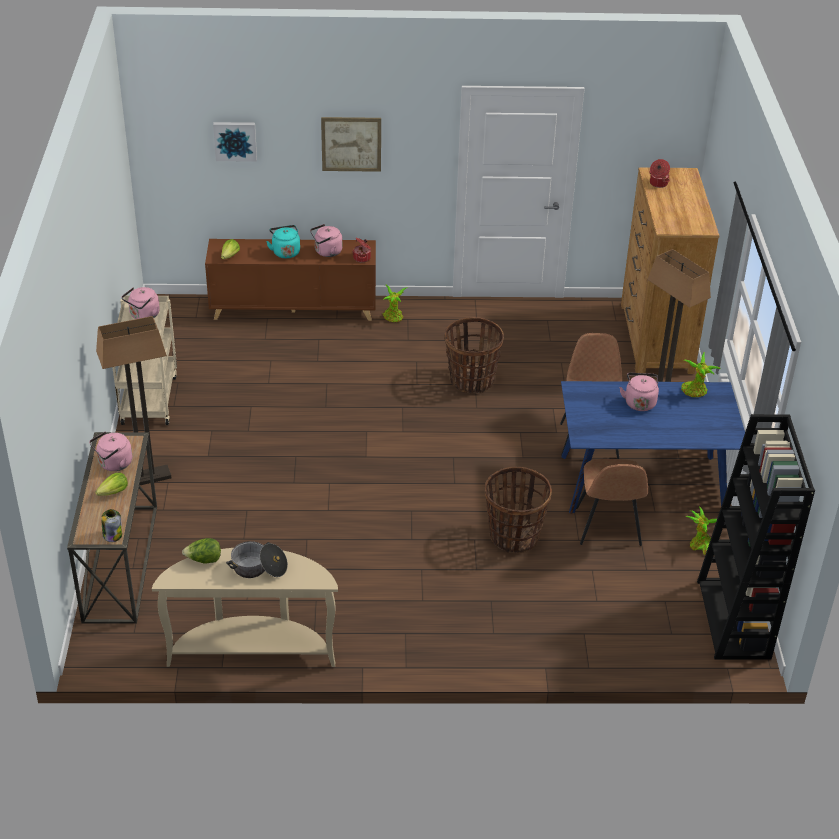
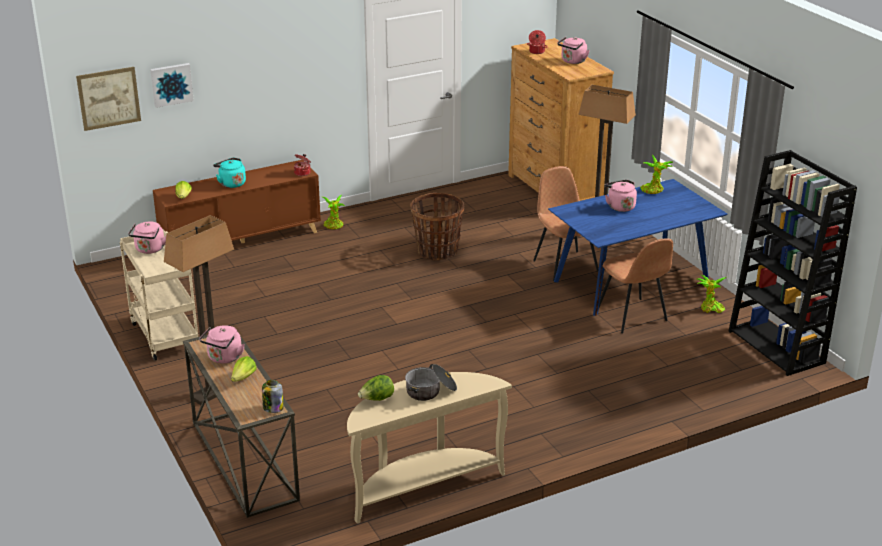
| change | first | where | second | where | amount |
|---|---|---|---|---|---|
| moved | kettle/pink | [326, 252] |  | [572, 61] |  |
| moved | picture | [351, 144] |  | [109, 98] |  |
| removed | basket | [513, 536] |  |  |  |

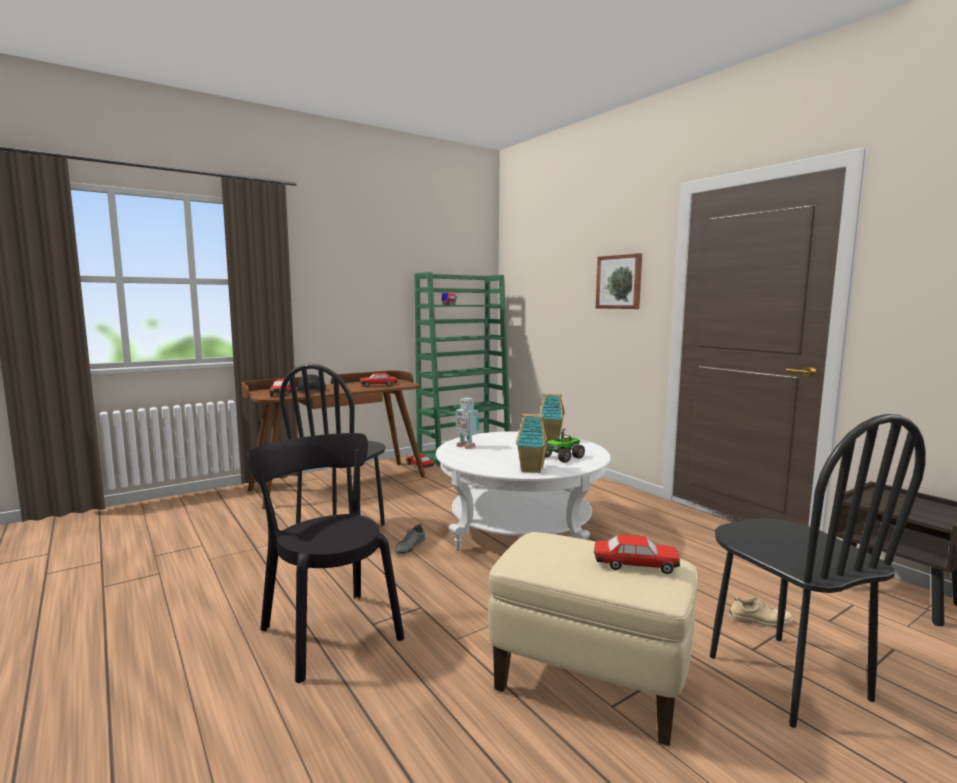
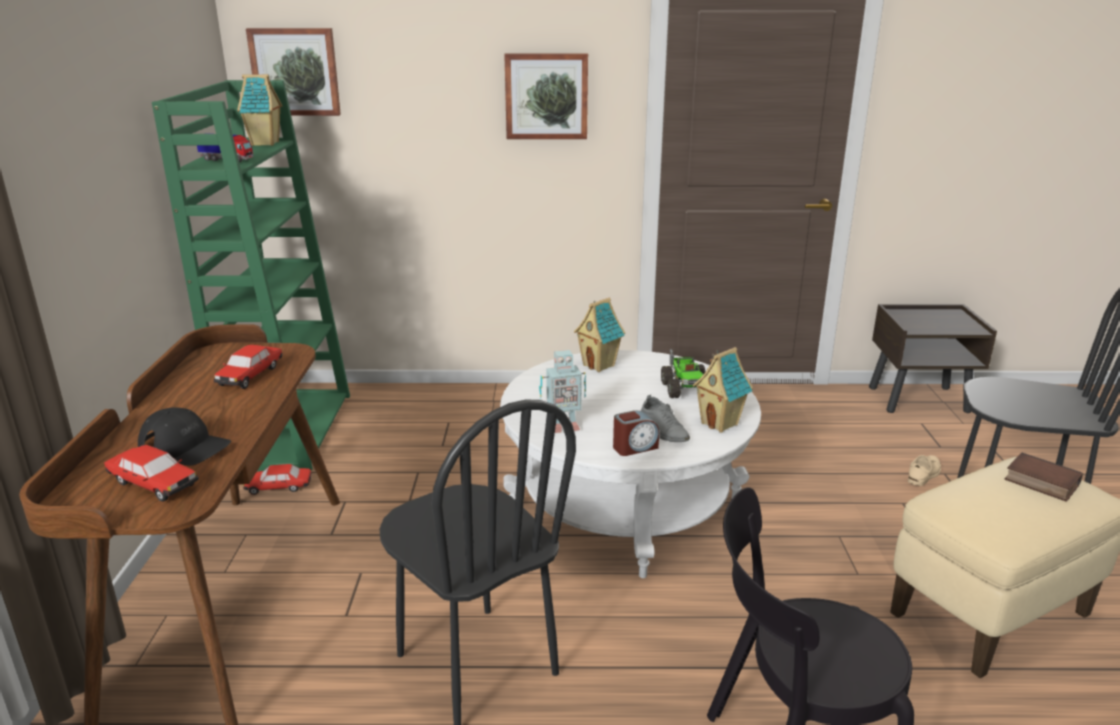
| change | first | where | second | where | amount |
|---|---|---|---|---|---|
| moved | shoe/grey | [409, 546] |  | [663, 430] |  |
| replaced | toy car | [635, 565] | book | [1039, 482] |  |
| added |  |  | toy house | [266, 143] |  |
| added |  |  | picture | [295, 72] |  |
| added |  |  | alarm clock | [634, 447] |  |

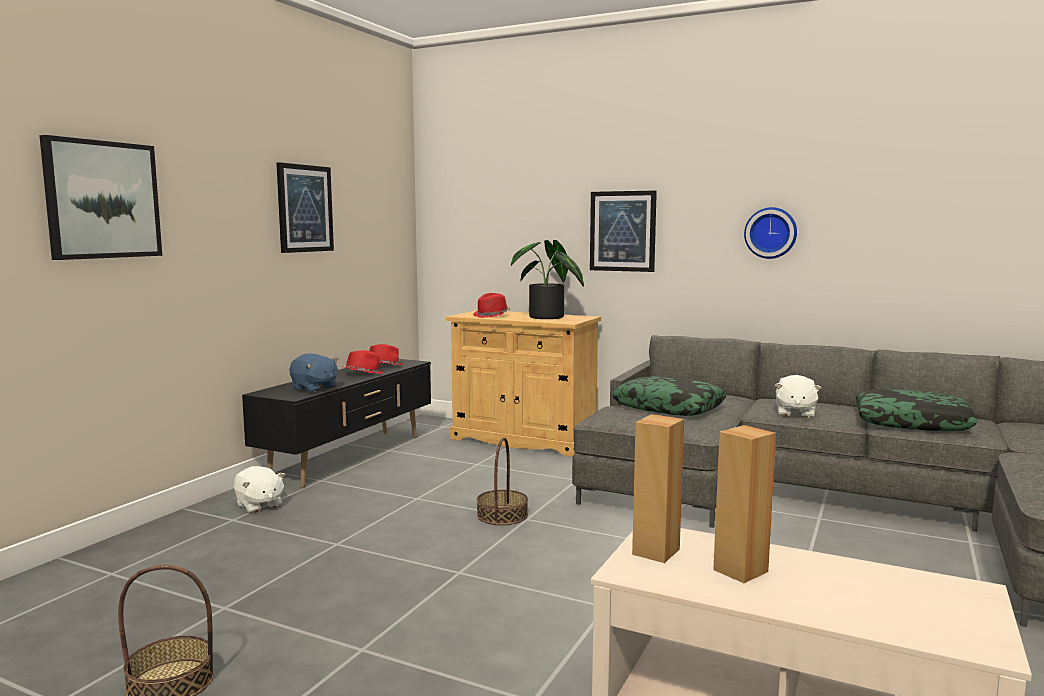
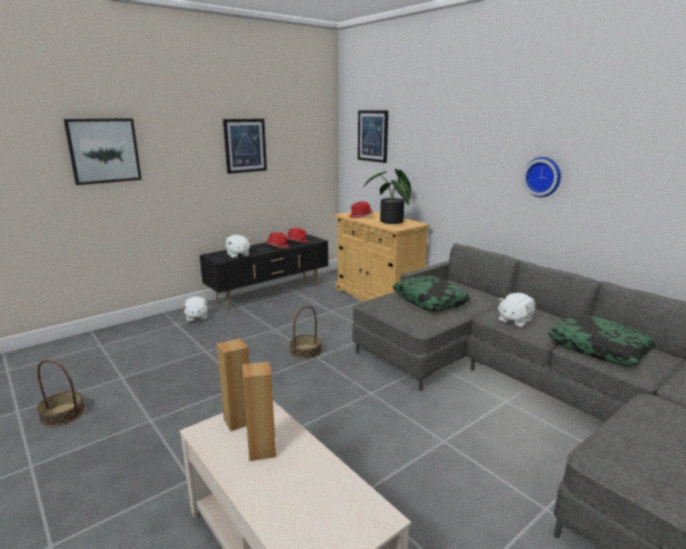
| change | first | where | second | where | amount |
|---|---|---|---|---|---|
| recoloured | plush toy/blue | [314, 388] | plush toy/white | [238, 255] |  |
| moved | picture | [622, 231] |  | [373, 136] |  |

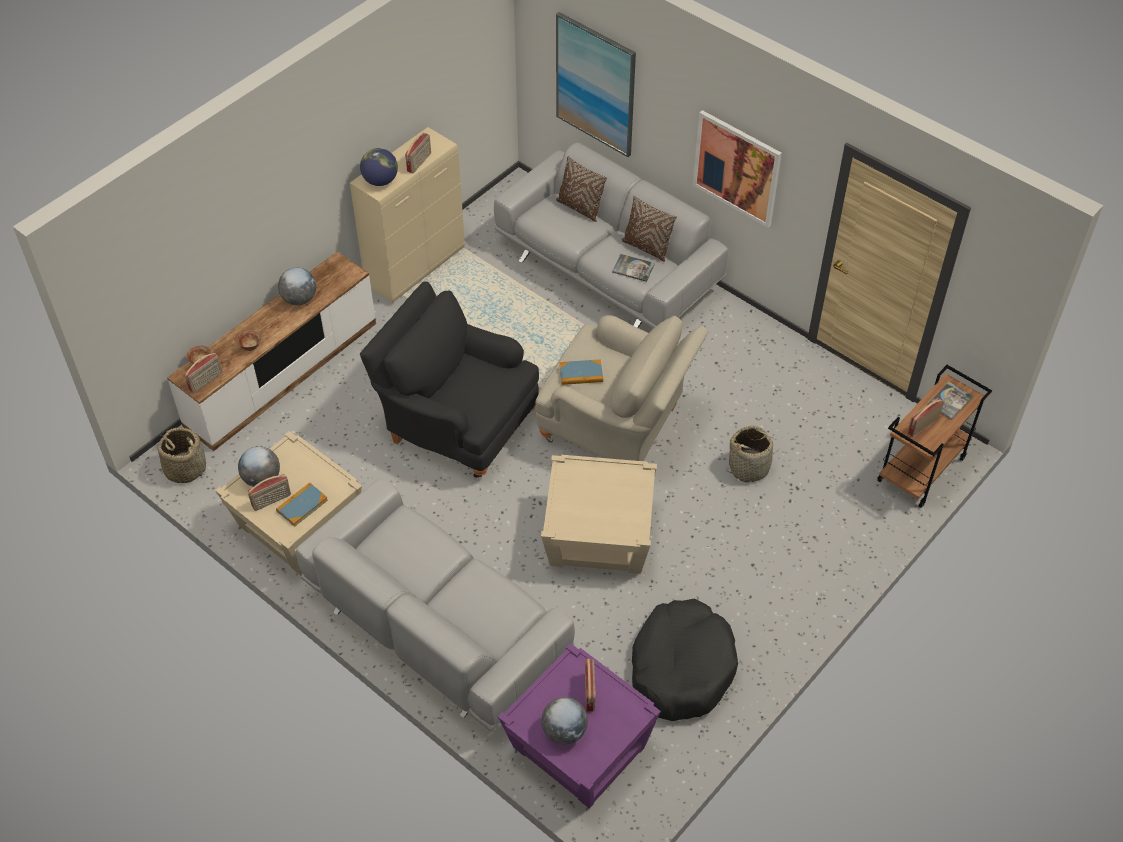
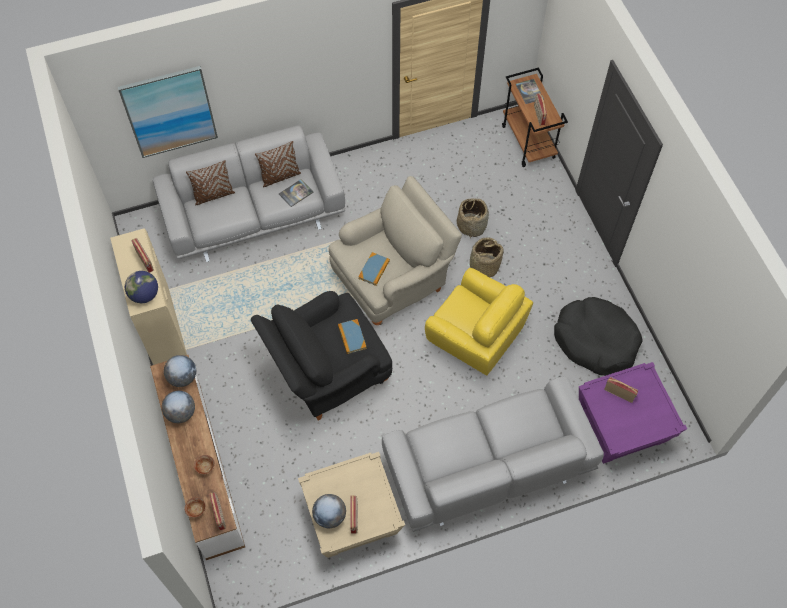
| change | first | where | second | where | amount |
|---|---|---|---|---|---|
| moved | basket | [185, 468] |  | [484, 266] |  |
| moved | book | [302, 505] |  | [352, 337] |  |
| replaced | side table/beige | [598, 538] | armchair/yellow | [475, 336] |  |
| moved | globe | [564, 731] |  | [182, 377] |  |
| removed | picture | [737, 168] |  |  |  |

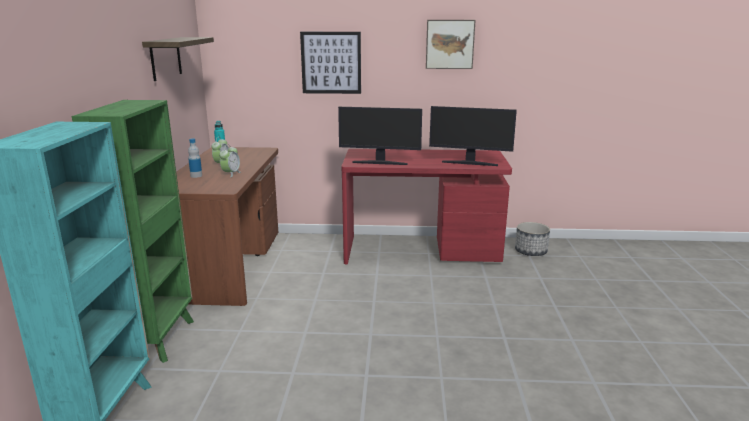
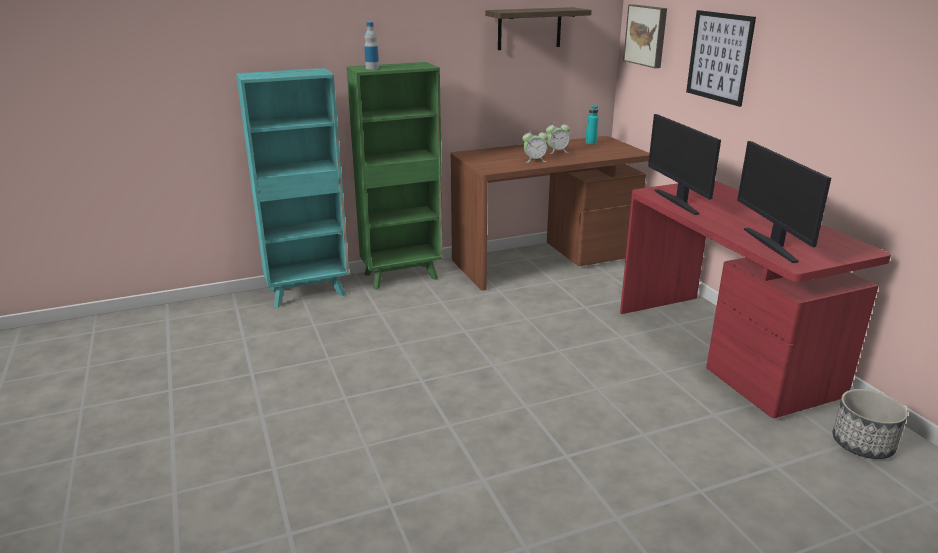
| change | first | where | second | where | amount |
|---|---|---|---|---|---|
| moved | bottle | [196, 176] |  | [372, 68] |  |
| moved | picture | [449, 44] |  | [647, 35] |  |

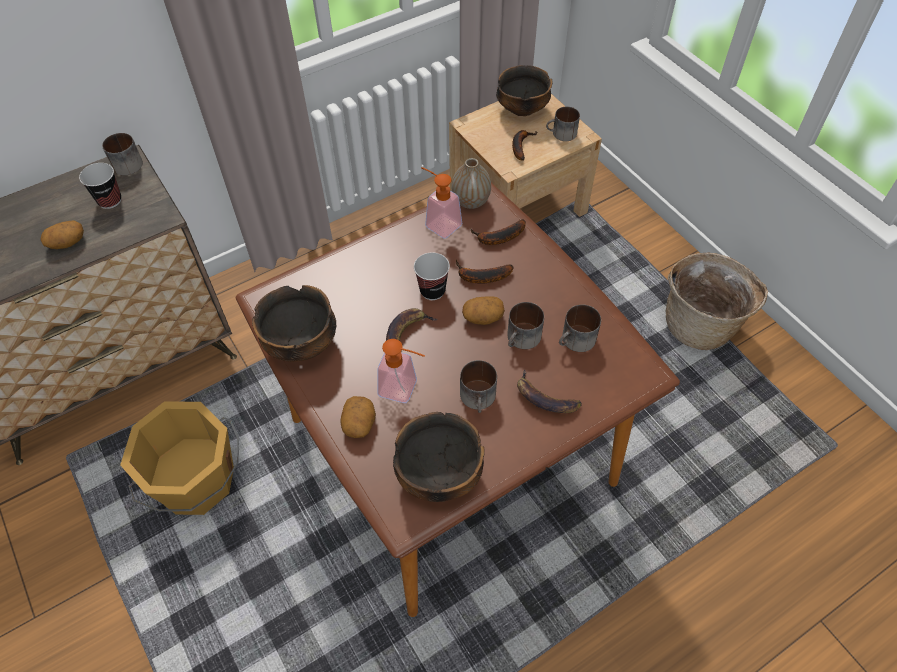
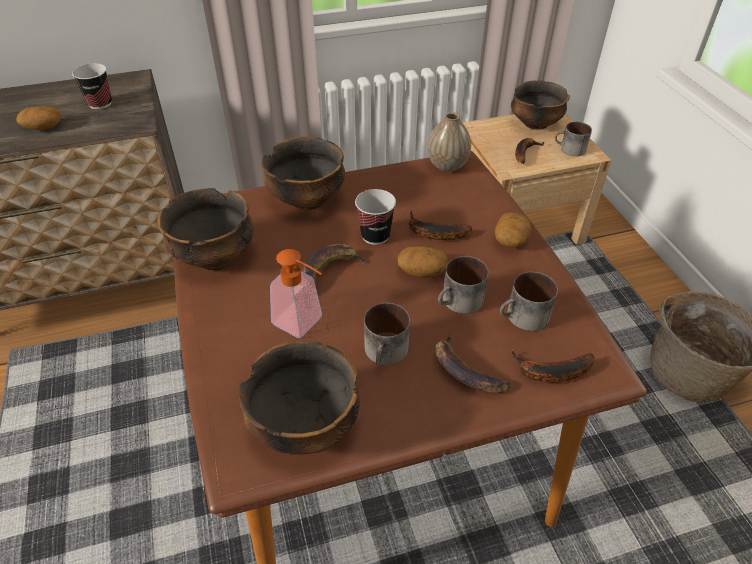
| change | first | where | second | where | amount |
|---|---|---|---|---|---|
| removed | mug | [125, 163] |  |  |  |
| removed | bucket/orange | [197, 482] |  |  |  |
| moved | potato | [359, 423] |  | [510, 240] |  |
| removed | soap dispenser | [439, 223] |  |  |  |
| moved | banana | [498, 238] |  | [550, 372] |  |
| added |  |  | bowl | [307, 200] |  |

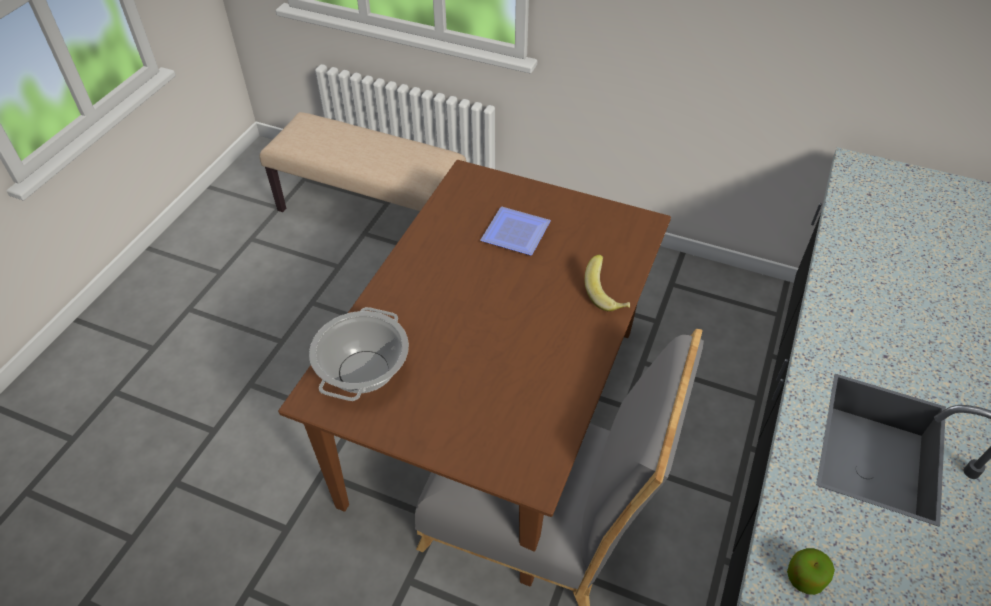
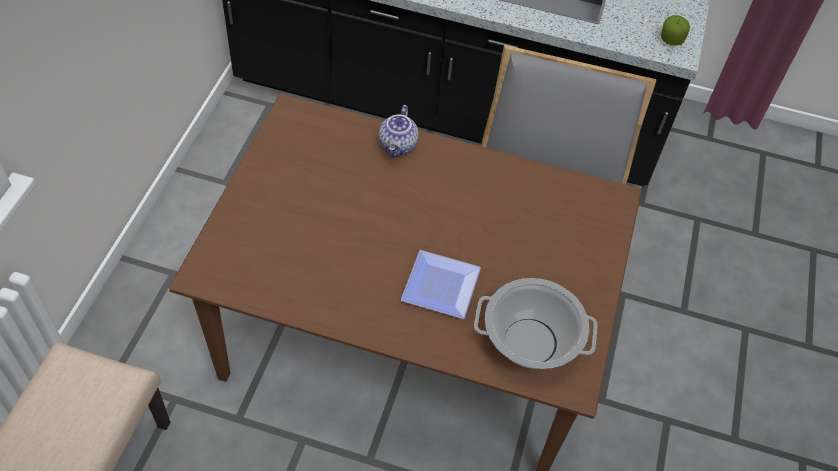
| change | first | where | second | where | amount |
|---|---|---|---|---|---|
| moved | plate | [517, 235] |  | [443, 285] |  |
| replaced | banana | [607, 295] | teapot | [399, 146] |  |

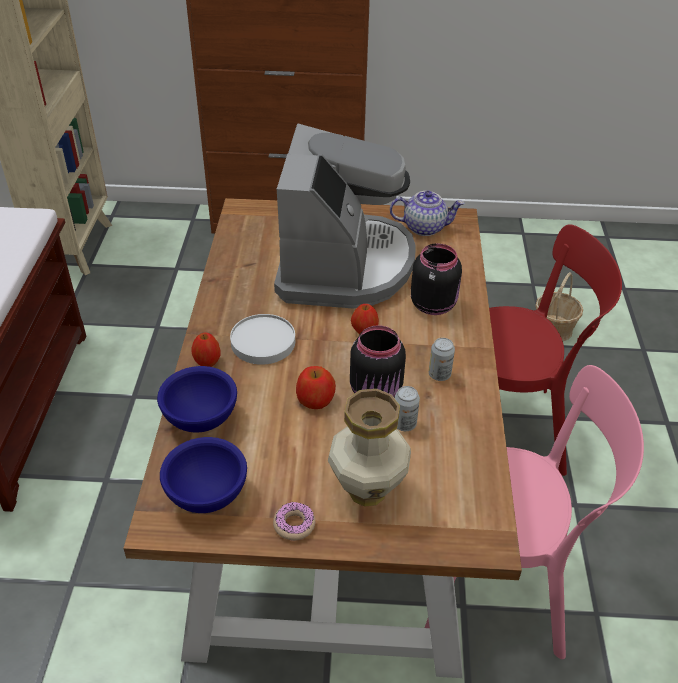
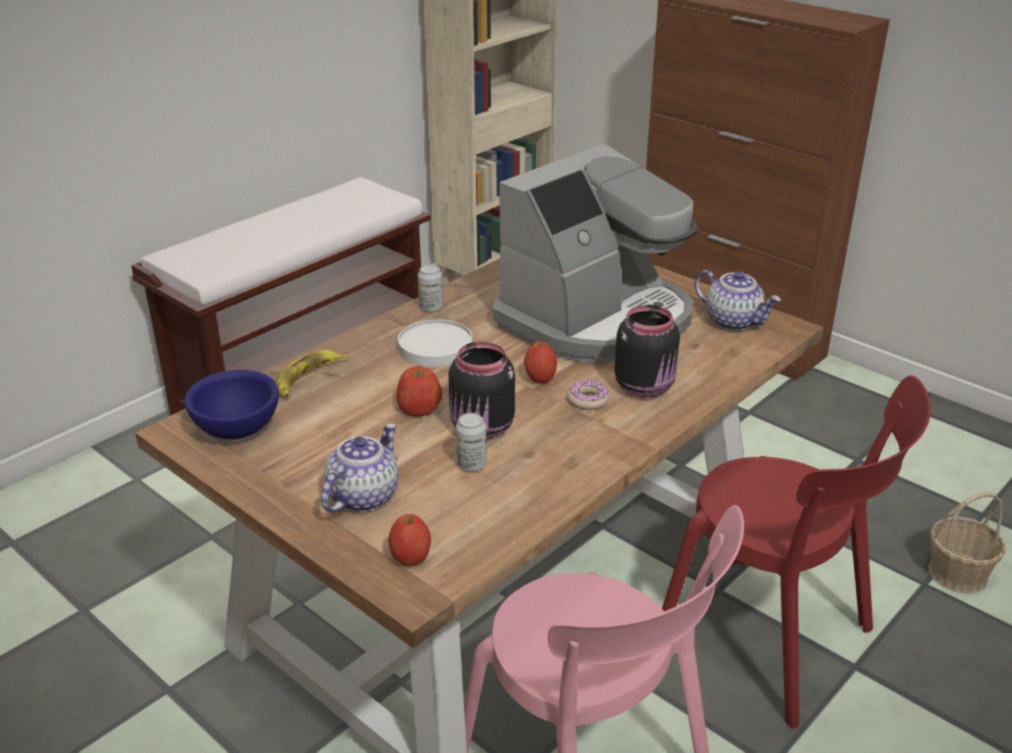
| change | first | where | second | where | amount |
|---|---|---|---|---|---|
| replaced | bowl/blue | [202, 419] | banana | [307, 378] |  |
| moved | apple | [207, 361] |  | [411, 558] |  |
| moved | donut | [294, 525] |  | [587, 400] |  |
| replaced | vase | [367, 492] | teapot | [363, 496] |  |
| moved | can | [439, 375] |  | [431, 308] |  |

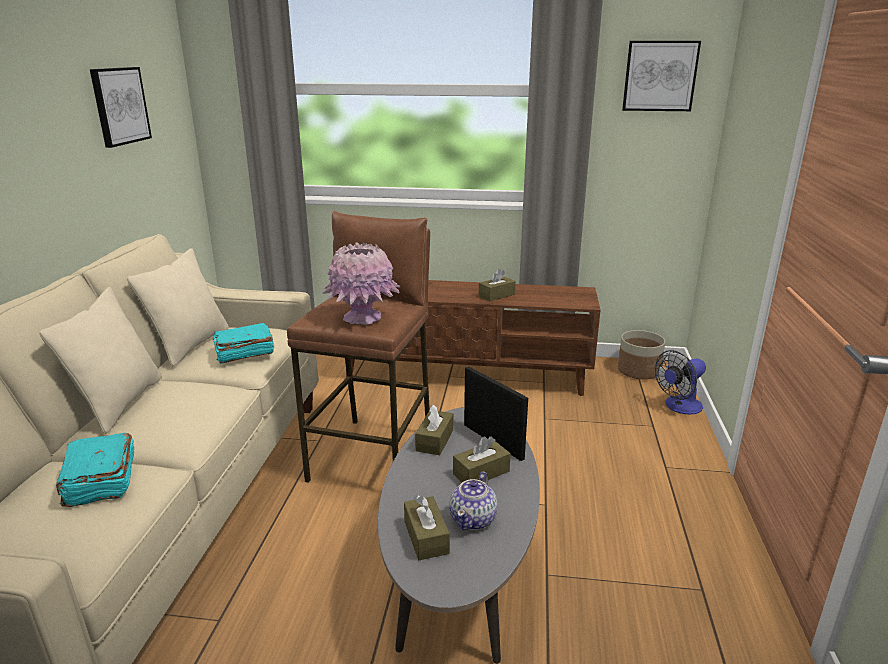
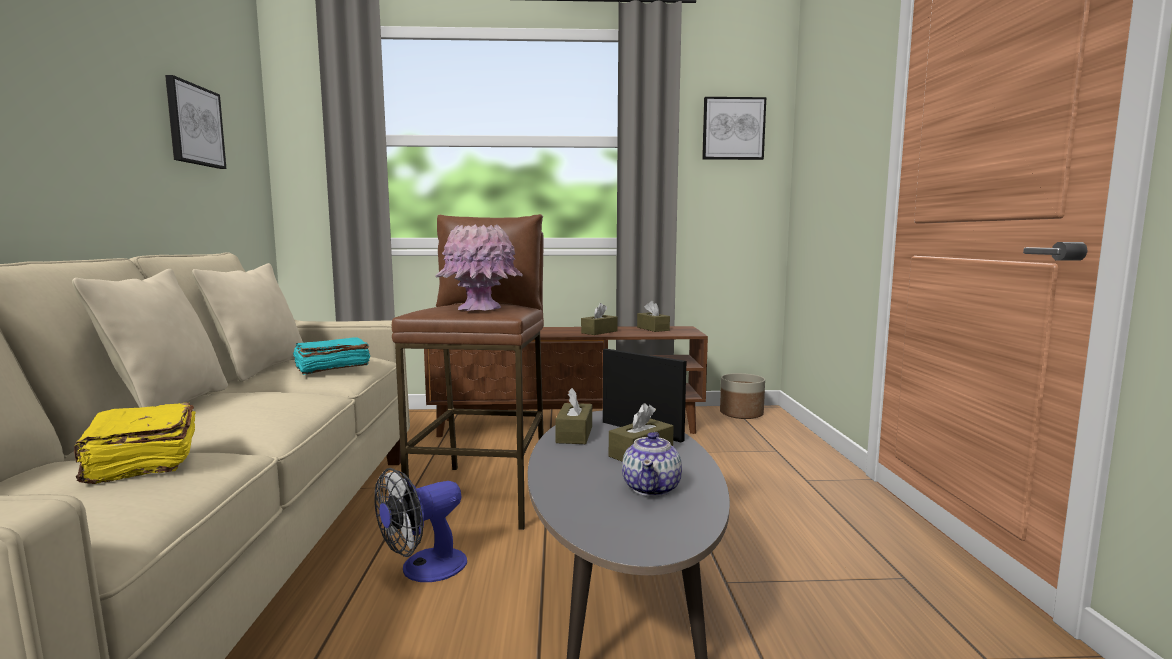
| change | first | where | second | where | amount |
|---|---|---|---|---|---|
| recoloured | book/turquoise | [100, 482] | book/yellow | [141, 461] |  |
| moved | tissue box/brown | [426, 537] |  | [653, 329] |  |
| moved | fan | [679, 407] |  | [423, 569] |  |

